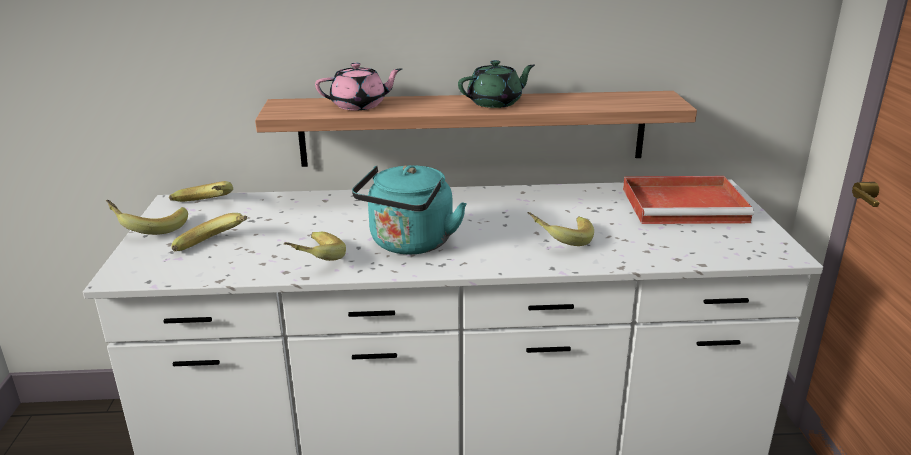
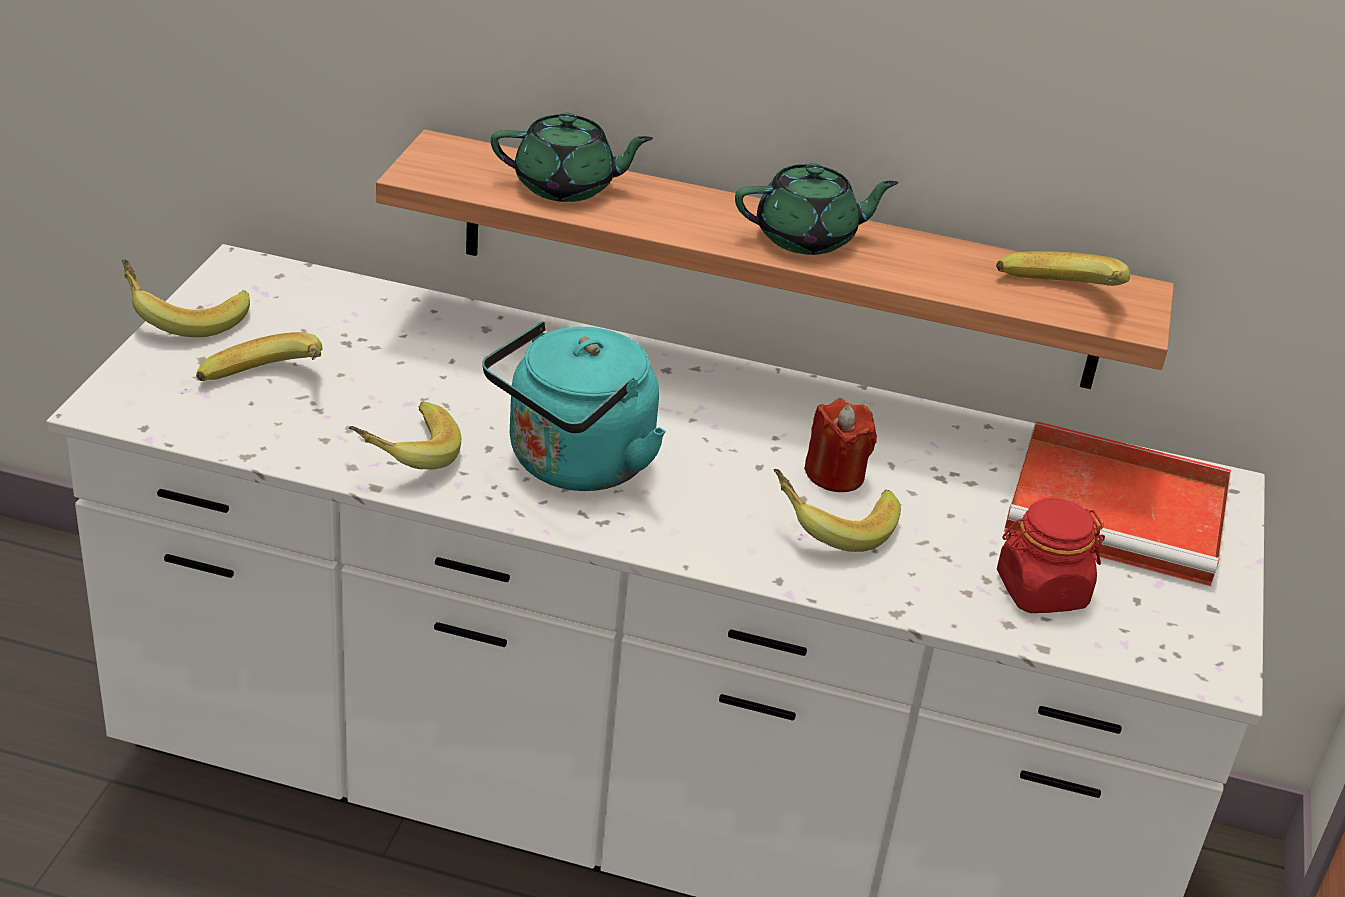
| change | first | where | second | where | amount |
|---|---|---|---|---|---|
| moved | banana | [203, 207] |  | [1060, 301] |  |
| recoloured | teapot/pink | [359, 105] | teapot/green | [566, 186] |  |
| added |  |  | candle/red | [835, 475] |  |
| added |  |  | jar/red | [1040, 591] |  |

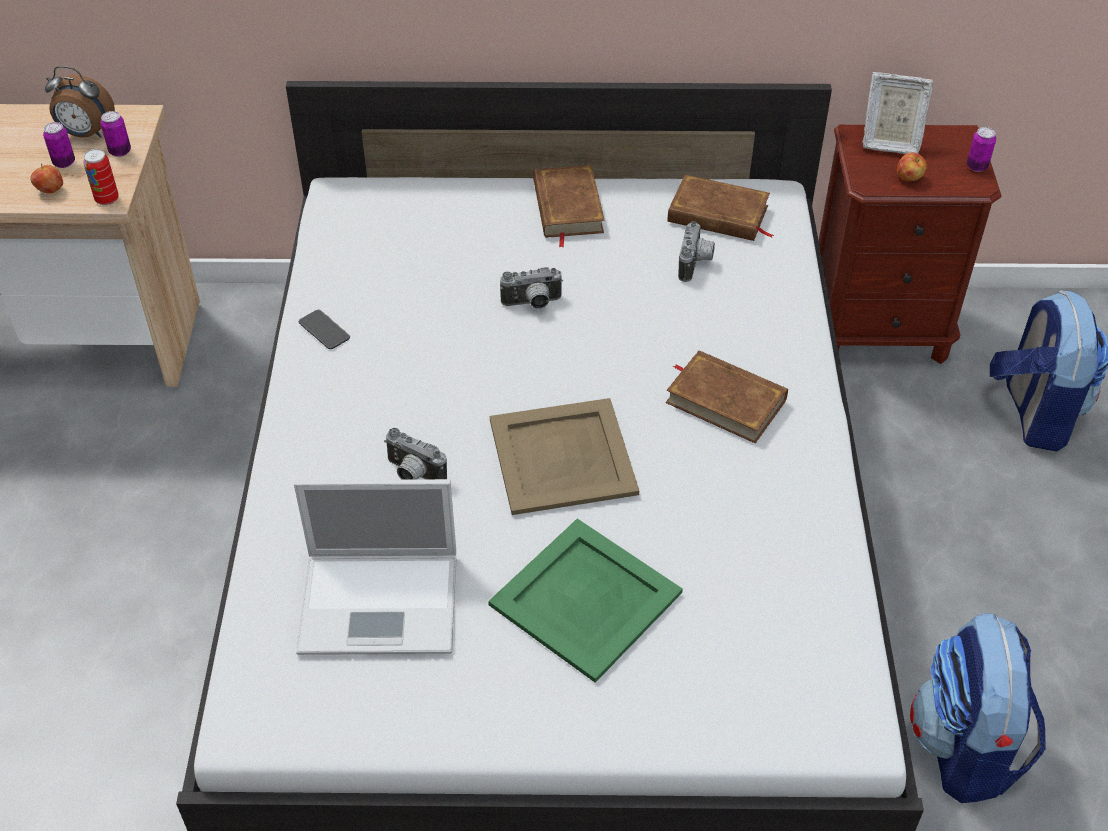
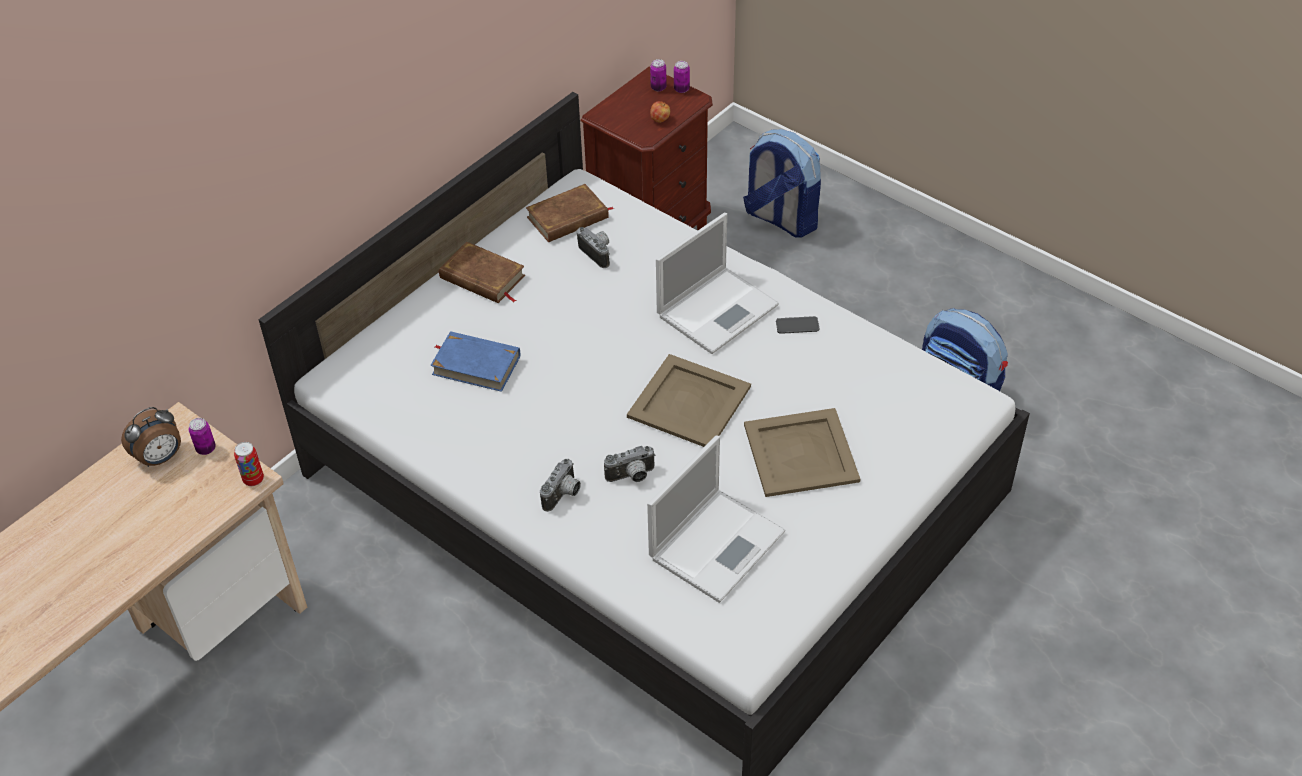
| change | first | where | second | where | amount |
|---|---|---|---|---|---|
| removed | apple | [50, 190] |  |  |  |
| moved | can | [64, 162] |  | [658, 87] |  |
| moved | phone | [324, 330] |  | [797, 326] |  |
| recoloured | tray/green | [585, 597] | tray/beige | [799, 452] |  |
| moved | photo camera | [532, 304] |  | [564, 495] |  |
| replaced | book/brown | [725, 401] | laptop | [718, 309] |  |
| removed | picture frame | [889, 142] |  |  |  |
| added |  |  | book/blue | [476, 365] |  |

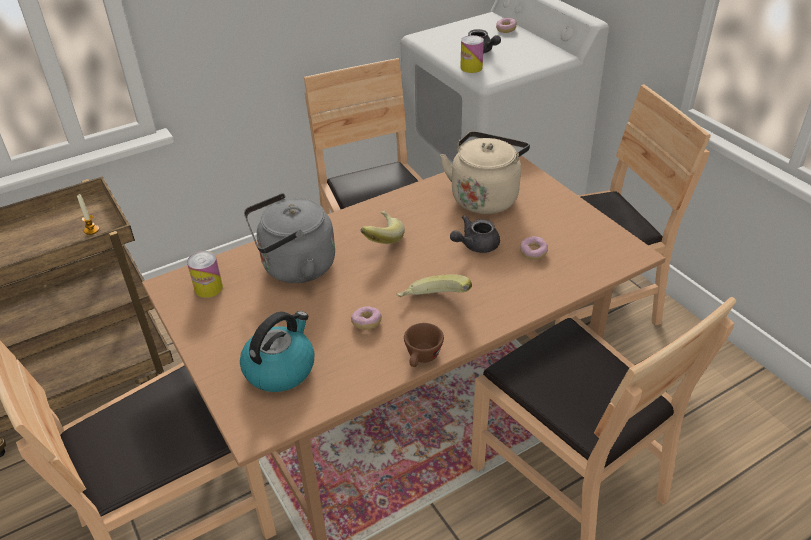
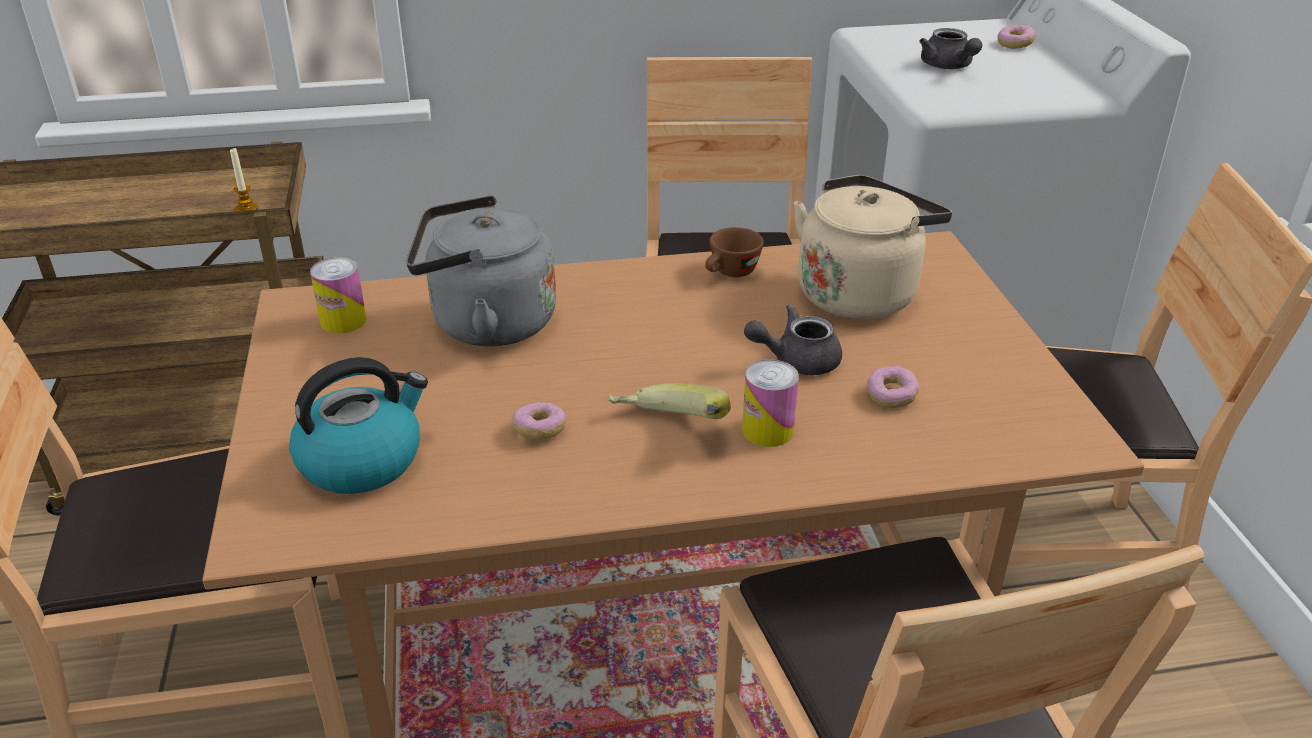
| change | first | where | second | where | amount |
|---|---|---|---|---|---|
| removed | banana | [380, 238] |  |  |  |
| moved | cup/brown | [422, 358] |  | [730, 273] |  |
| moved | can | [471, 68] |  | [767, 430] |  |

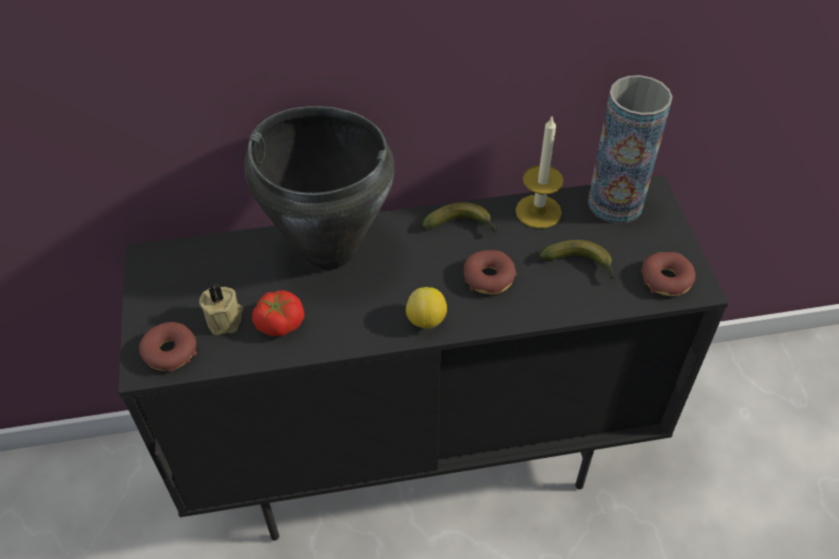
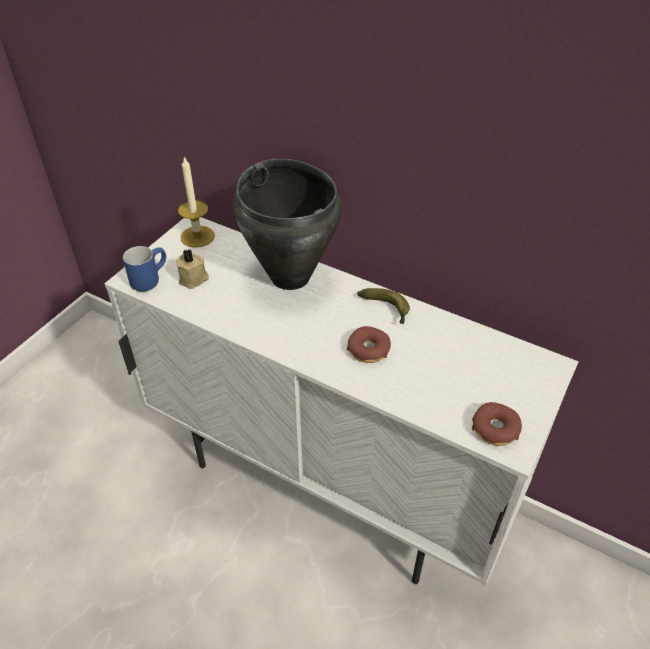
| change | first | where | second | where | amount |
|---|---|---|---|---|---|
| recoloured | cabinet/black | [420, 457] | cabinet/white | [328, 483] |  |
| replaced | donut | [170, 352] | mug/blue | [149, 279] |  |
| removed | tomato | [279, 323] |  |  |  |
| removed | lemon | [426, 320] |  |  |  |
| moved | candle | [538, 211] |  | [197, 236] |  |
| removed | banana | [581, 265] |  |  |  |
| removed | vase | [615, 203] |  |  |  |

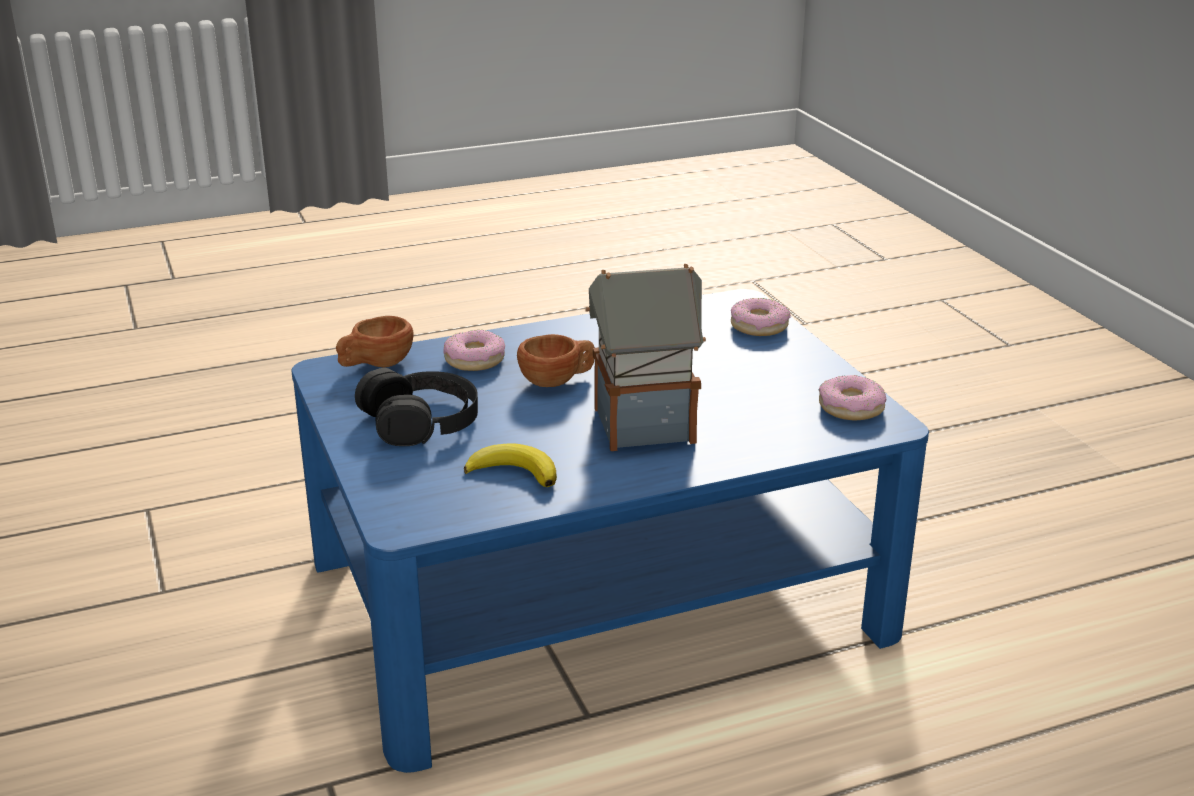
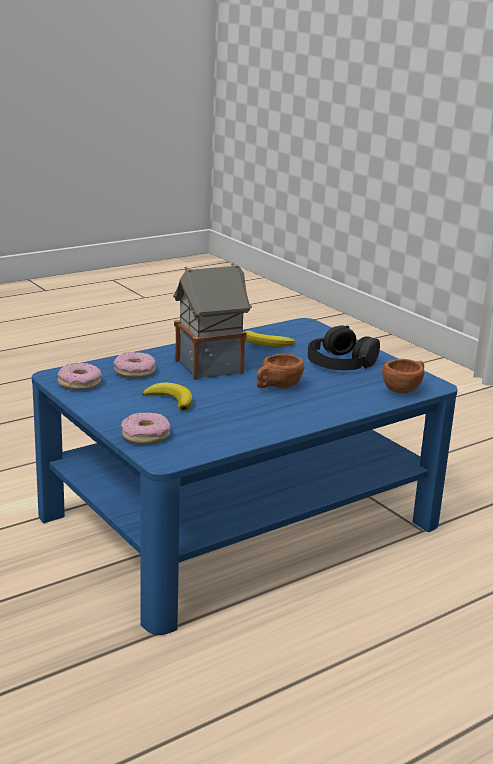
| change | first | where | second | where | amount |
|---|---|---|---|---|---|
| moved | donut | [474, 360] |  | [135, 371] |  |
| added |  |  | banana | [171, 400] |  |

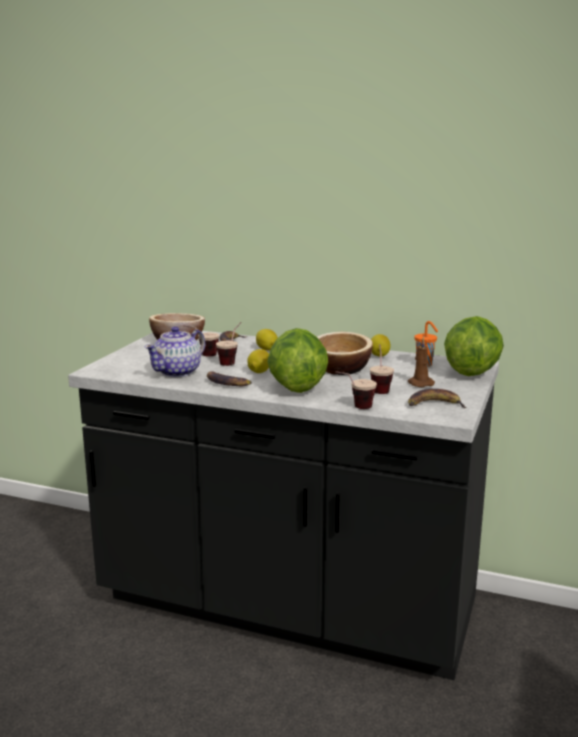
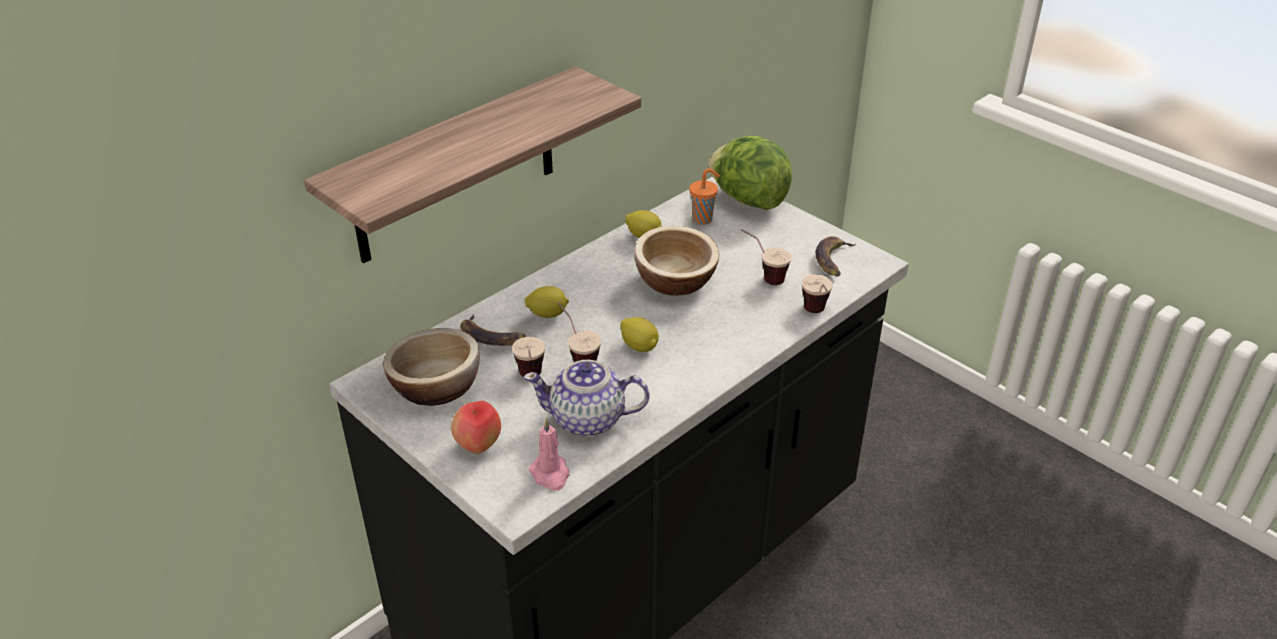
| change | first | where | second | where | amount |
|---|---|---|---|---|---|
| turned | teapot | [178, 372] |  | [588, 420] | 120 degrees clockwise |
| removed | banana | [227, 383] |  |  |  |
| removed | lettuce | [296, 387] |  |  |  |
| removed | candle/brown | [419, 383] |  |  |  |
| added |  |  | shelf | [456, 167] |  |
| added |  |  | apple | [478, 446] |  |
| added |  |  | candle/pink | [550, 474] |  |

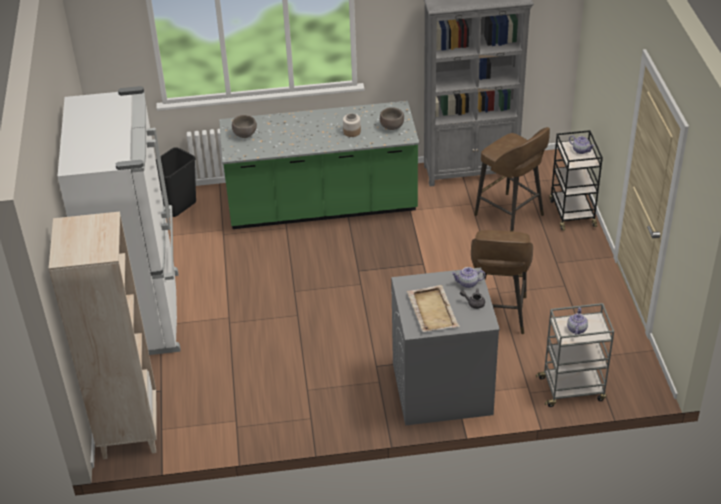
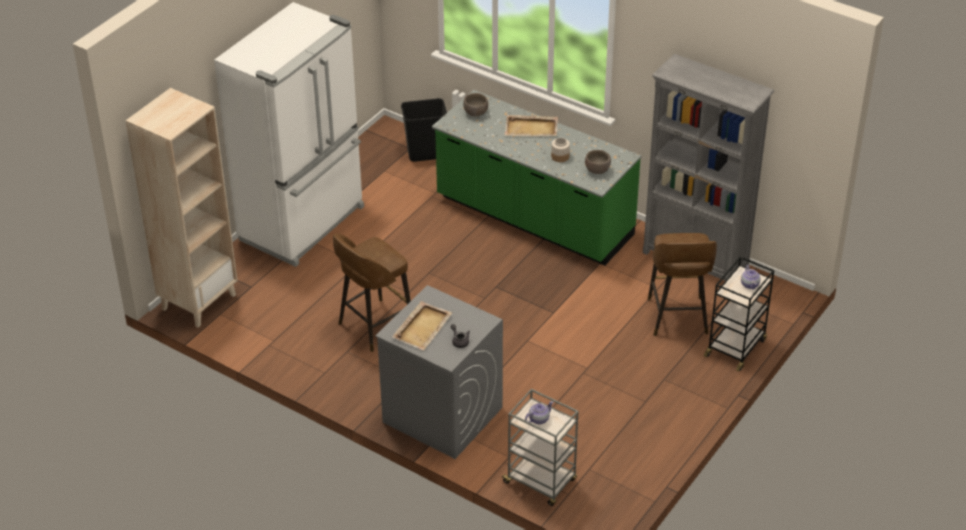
| change | first | where | second | where | amount |
|---|---|---|---|---|---|
| removed | teapot | [467, 283] |  |  |  |
| moved | stool/brown | [497, 315] |  | [374, 326] |  |
| added |  |  | tray/beige | [532, 128] |  |

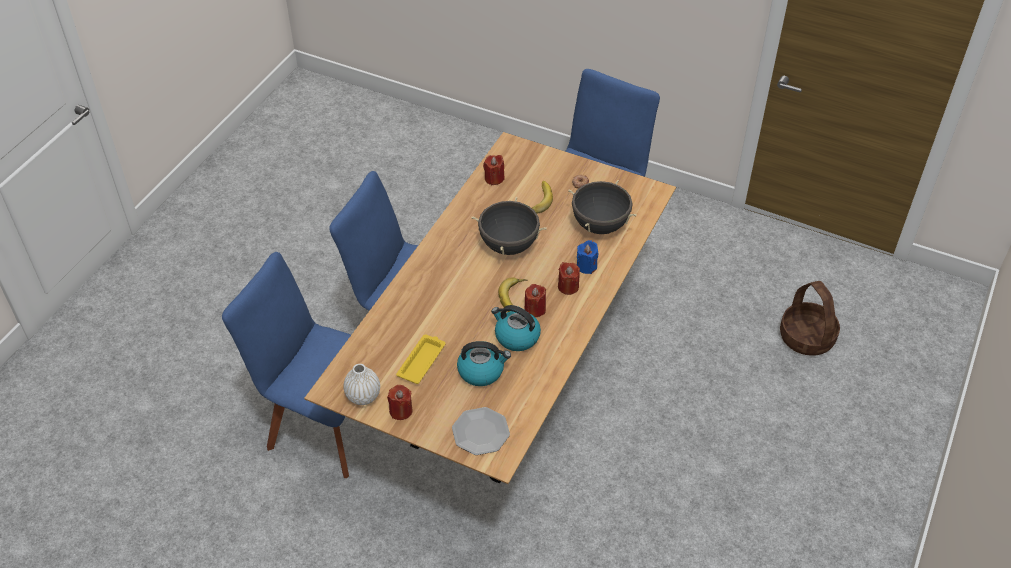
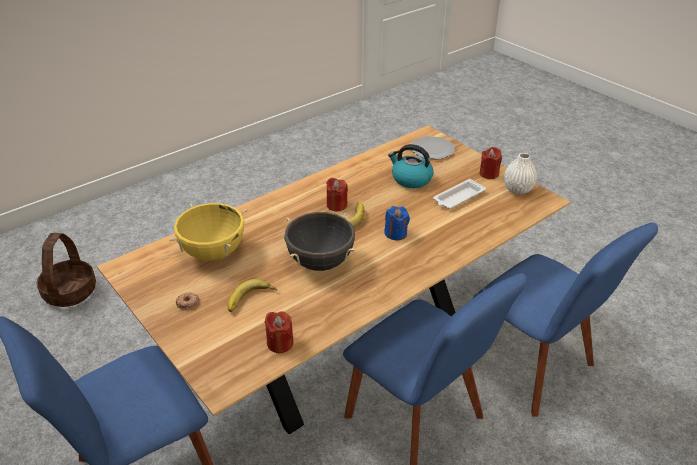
| change | first | where | second | where | amount |
|---|---|---|---|---|---|
| recoloured | tray/yellow | [422, 361] | tray/white | [458, 198] |  |
| removed | kettle | [516, 337] |  |  |  |
| removed | candle/red | [568, 287] |  |  |  |
| recoloured | cooking pot/black | [600, 225] | cooking pot/yellow | [213, 252] |  |
| moved | candle/blue | [586, 266] |  | [396, 233] |  |

